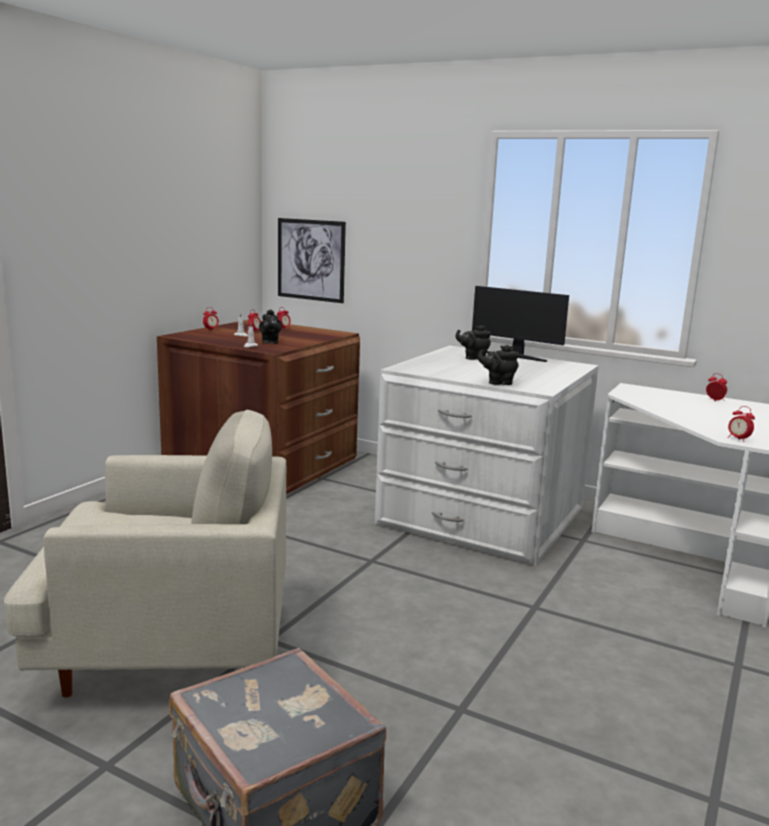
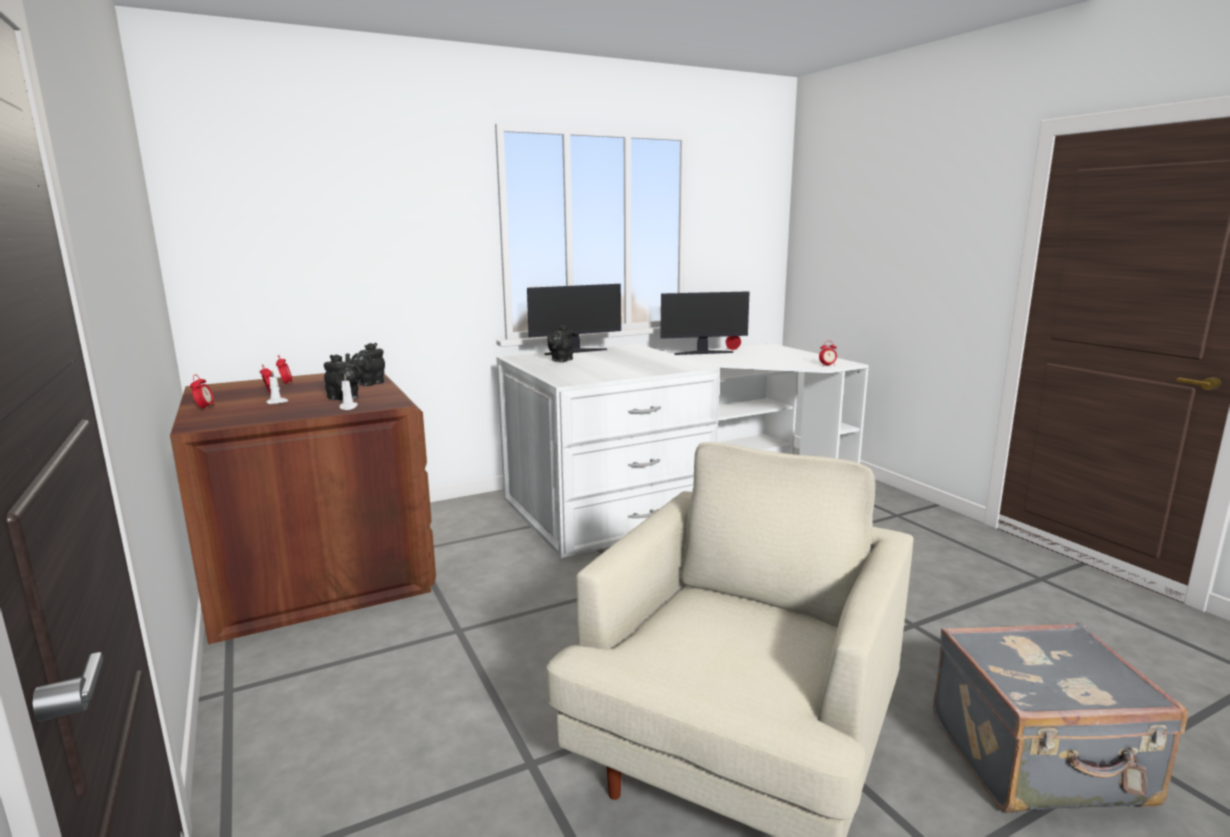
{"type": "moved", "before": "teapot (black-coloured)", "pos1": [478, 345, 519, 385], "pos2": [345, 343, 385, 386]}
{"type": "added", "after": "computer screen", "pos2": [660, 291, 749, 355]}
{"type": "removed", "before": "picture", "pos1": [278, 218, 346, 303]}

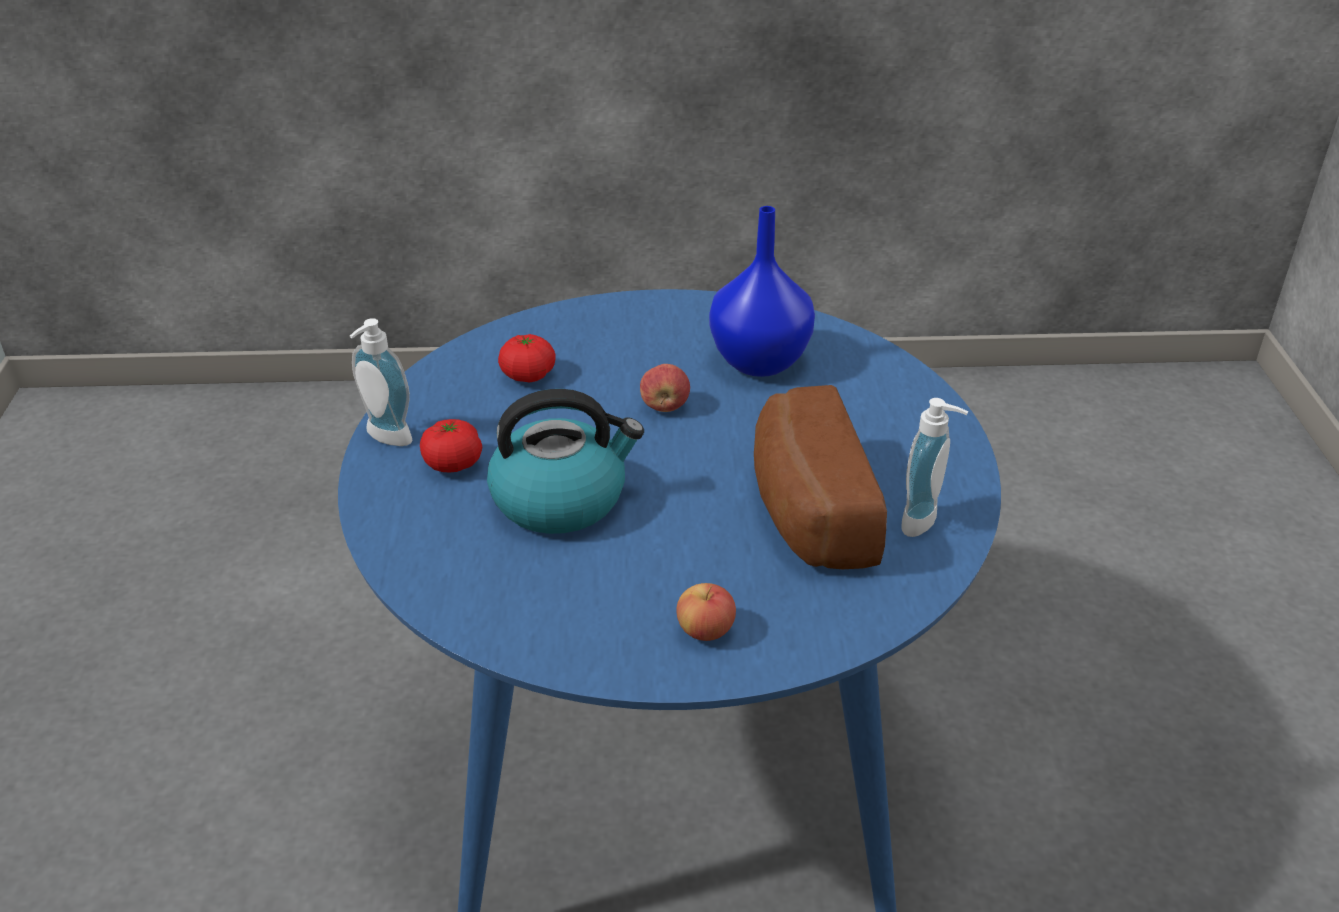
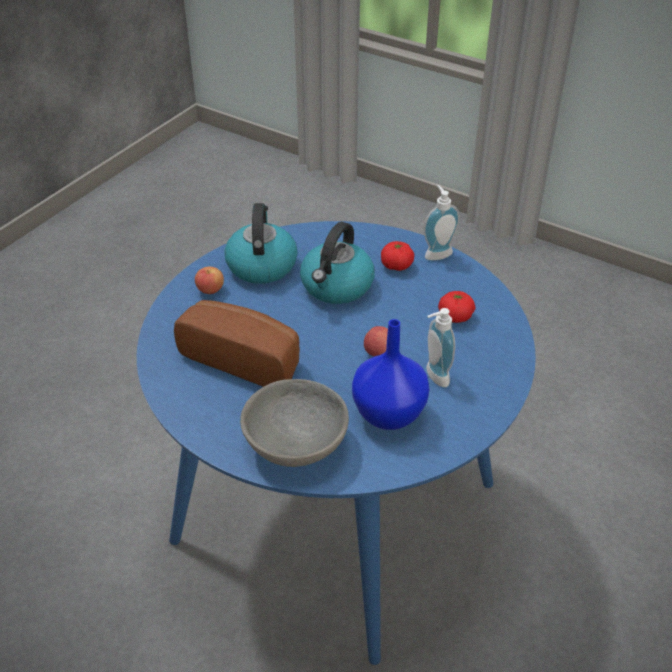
{"type": "added", "after": "water kettle", "pos2": [225, 203, 298, 284]}
{"type": "added", "after": "bowl (gray)", "pos2": [240, 379, 349, 467]}
{"type": "moved", "before": "soap bottle", "pos1": [901, 398, 968, 537], "pos2": [426, 308, 455, 387]}

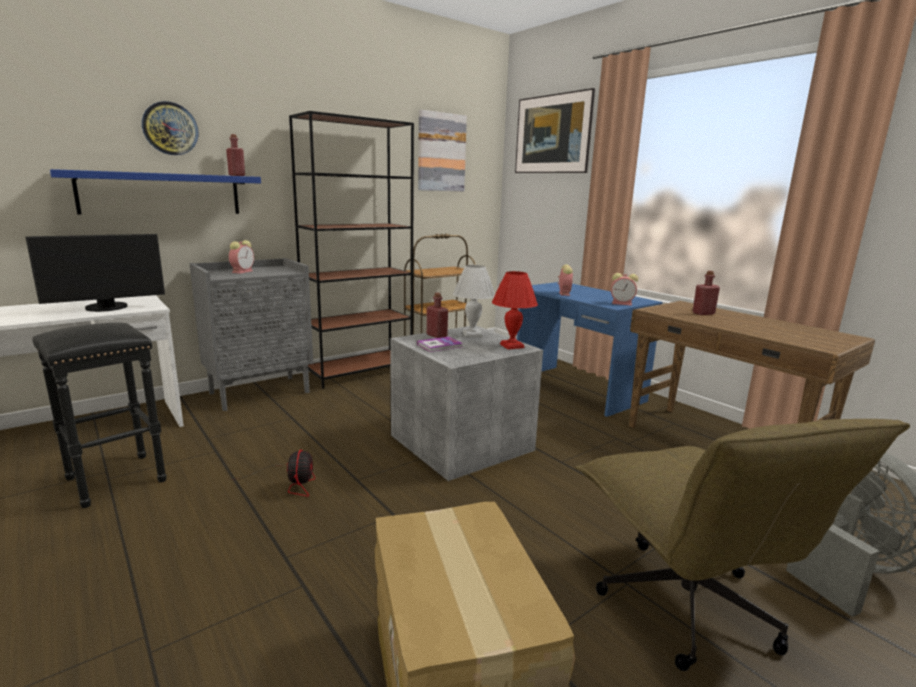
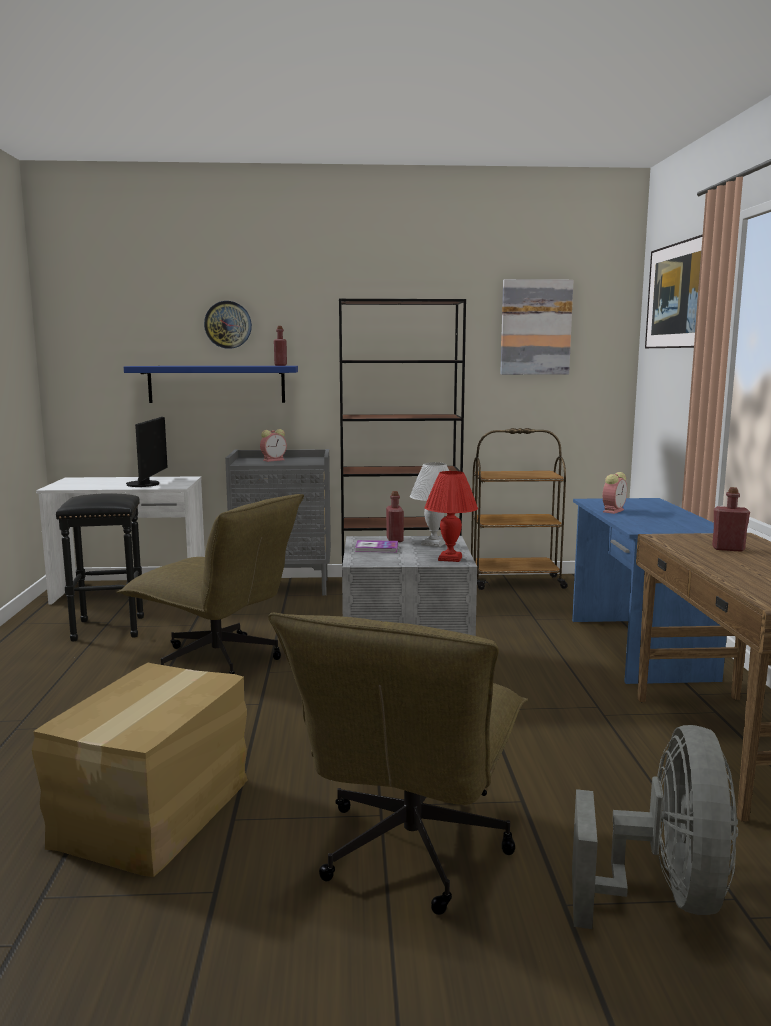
{"type": "replaced", "before": "fan", "after": "office chair (sand-coloured)", "pos1": [238, 450, 315, 497], "pos2": [116, 494, 304, 674]}
{"type": "turned", "before": "computer screen", "pos1": [25, 234, 165, 312], "pos2": [126, 417, 168, 487], "turn": -90}
{"type": "removed", "before": "bedside clock", "pos1": [611, 273, 638, 306]}

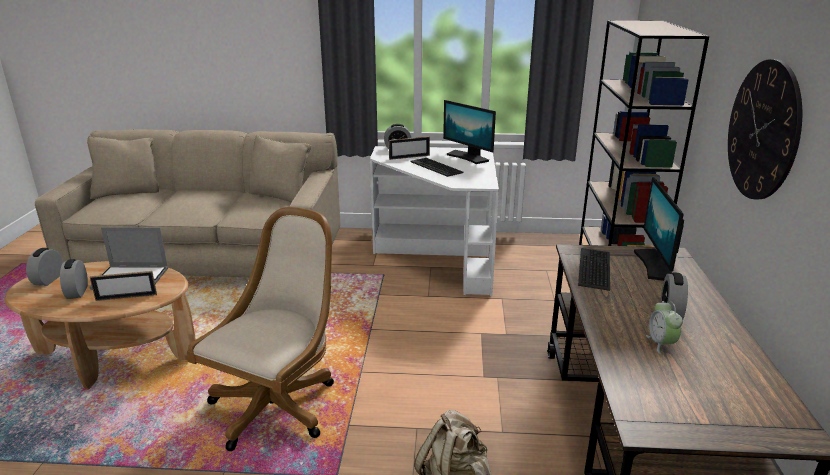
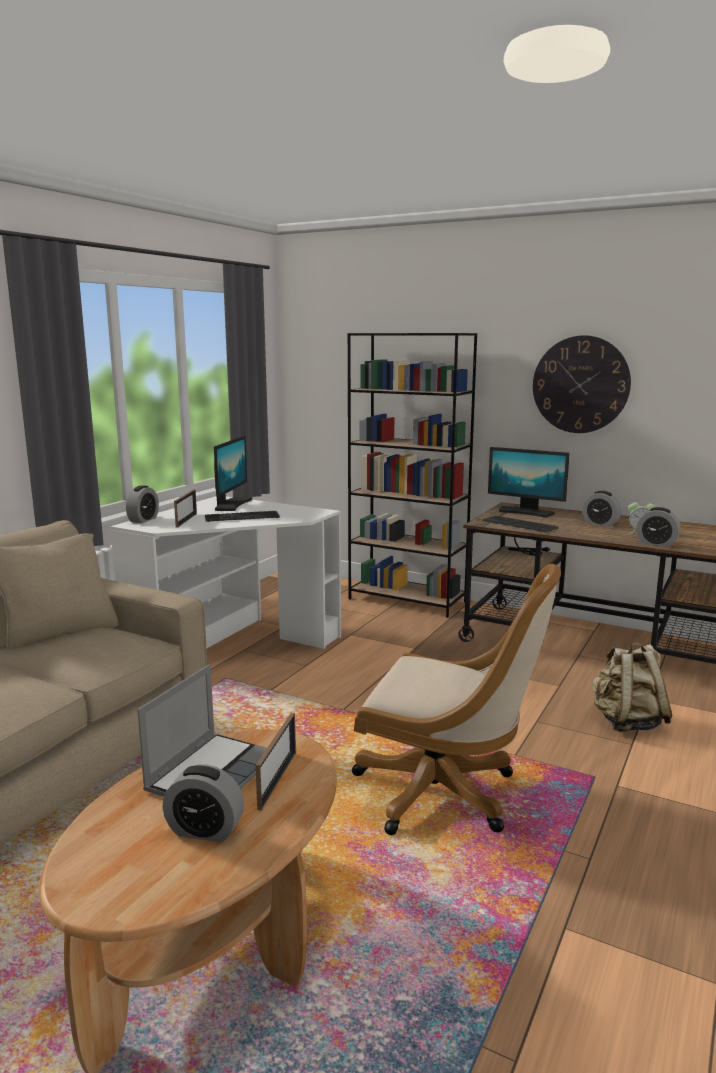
{"type": "turned", "before": "computer screen", "pos1": [443, 100, 496, 164], "pos2": [214, 435, 252, 511], "turn": -60}
{"type": "turned", "before": "office chair", "pos1": [187, 207, 334, 451], "pos2": [352, 564, 561, 835], "turn": 150}
{"type": "moved", "before": "bedside clock", "pos1": [26, 248, 63, 286], "pos2": [636, 507, 681, 547]}

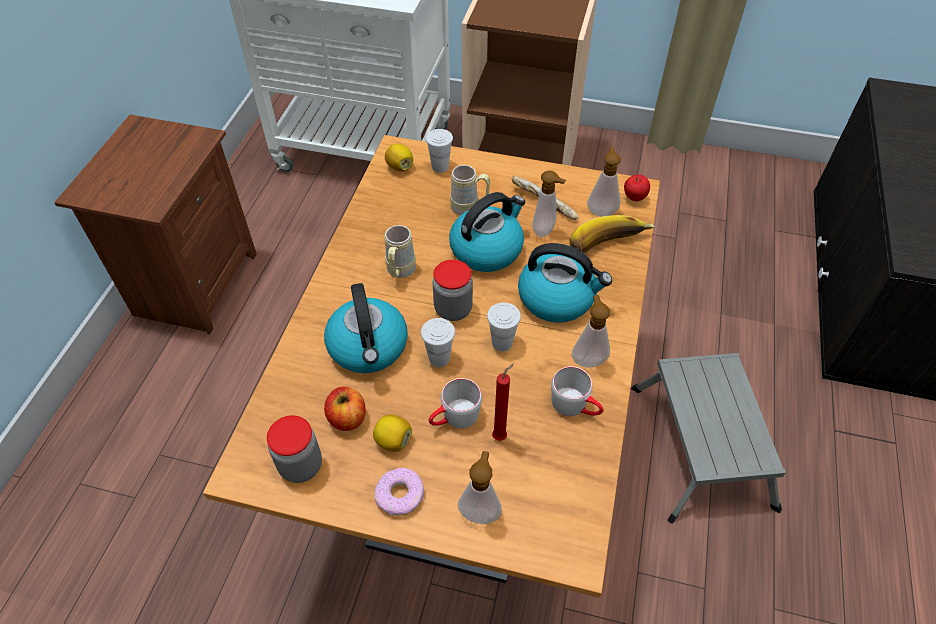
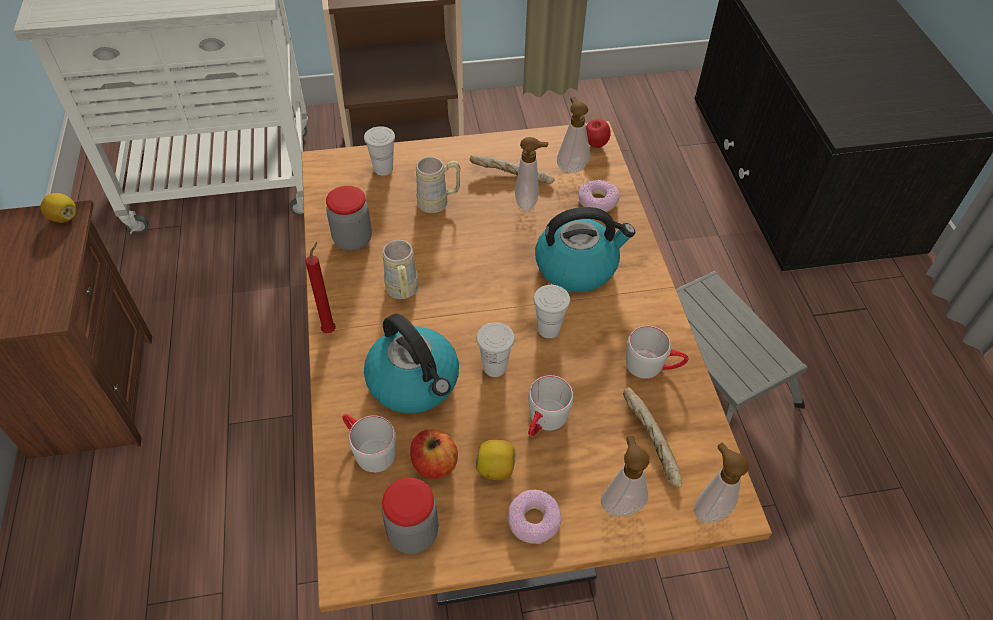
{"type": "moved", "before": "lemon", "pos1": [385, 144, 413, 172], "pos2": [40, 193, 76, 223]}
{"type": "moved", "before": "candle (red)", "pos1": [492, 363, 514, 441], "pos2": [305, 242, 336, 333]}
{"type": "moved", "before": "jar", "pos1": [433, 260, 473, 321], "pos2": [326, 186, 372, 251]}
{"type": "added", "after": "coffee mug (gray)", "pos2": [342, 414, 396, 473]}
{"type": "replaced", "before": "banana", "after": "doughnut", "pos1": [569, 215, 655, 254], "pos2": [578, 180, 620, 212]}
{"type": "added", "after": "bread", "pos2": [623, 387, 682, 487]}
{"type": "moved", "before": "soap bottle", "pos1": [572, 295, 610, 367], "pos2": [694, 443, 749, 523]}
{"type": "removed", "before": "water kettle", "pos1": [449, 192, 525, 272]}

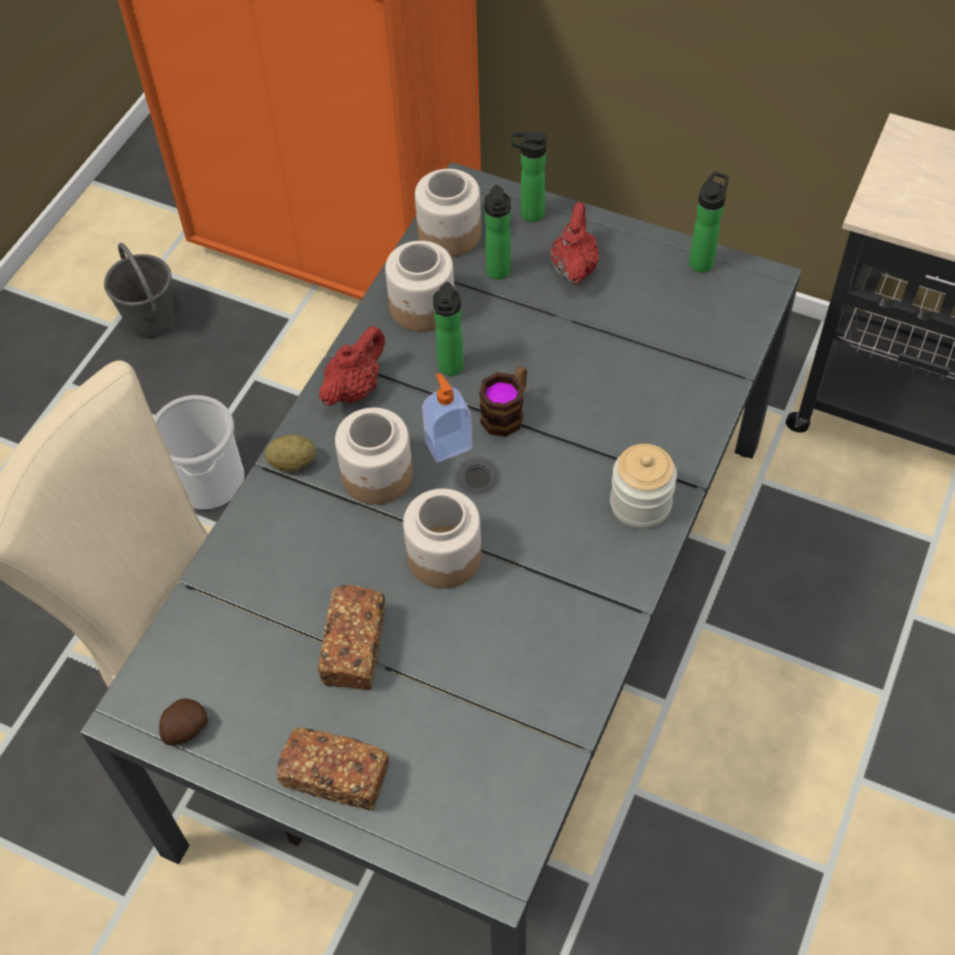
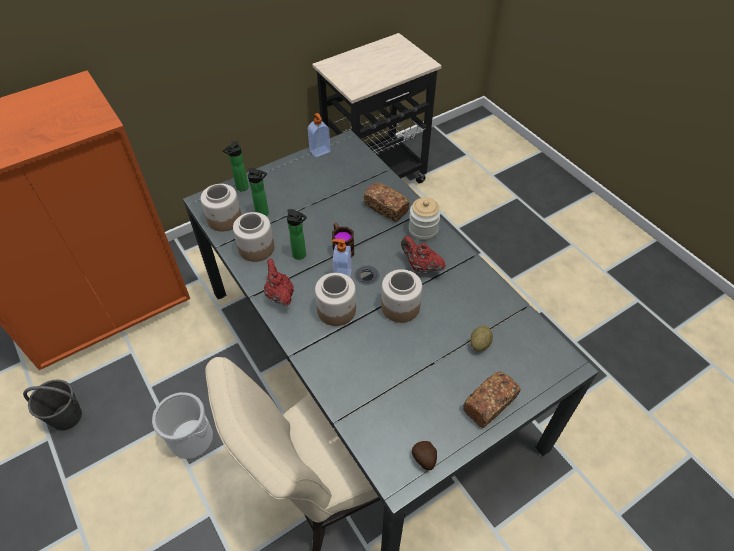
{"type": "replaced", "before": "drink bottle", "after": "soap bottle", "pos1": [689, 172, 729, 273], "pos2": [308, 113, 330, 158]}
{"type": "moved", "before": "bread", "pos1": [318, 585, 385, 690], "pos2": [364, 182, 410, 222]}
{"type": "moved", "before": "teapot (red)", "pos1": [550, 202, 599, 284], "pos2": [401, 236, 446, 274]}
{"type": "moved", "before": "potato", "pos1": [265, 435, 316, 472], "pos2": [470, 326, 493, 352]}

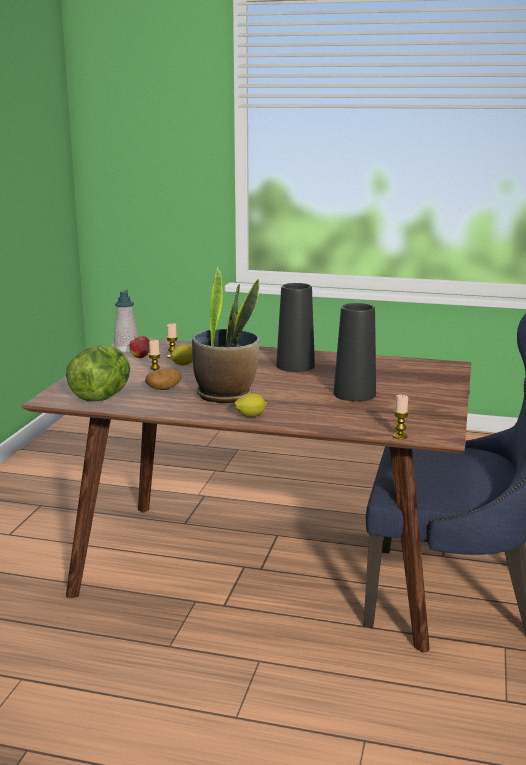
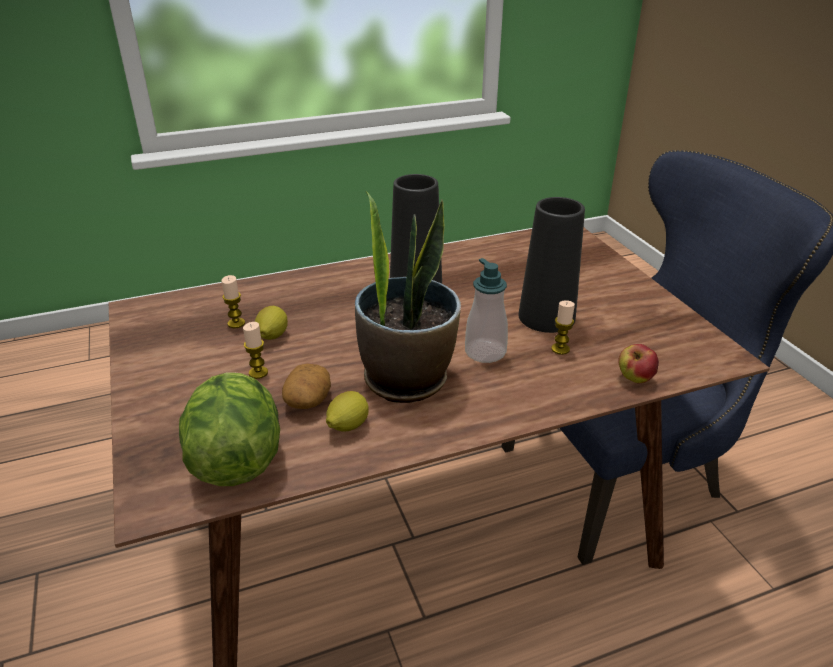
{"type": "moved", "before": "lemon", "pos1": [234, 393, 267, 417], "pos2": [326, 391, 369, 432]}
{"type": "moved", "before": "soap bottle", "pos1": [114, 290, 139, 352], "pos2": [465, 258, 508, 363]}
{"type": "moved", "before": "candle", "pos1": [393, 395, 409, 439], "pos2": [551, 300, 575, 355]}
{"type": "moved", "before": "whole apple", "pos1": [129, 336, 150, 358], "pos2": [618, 344, 659, 383]}

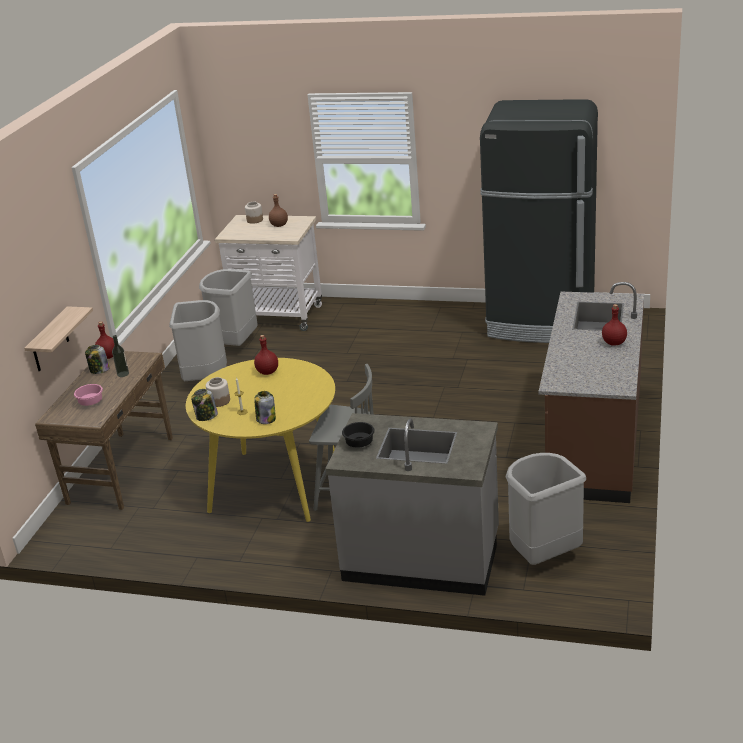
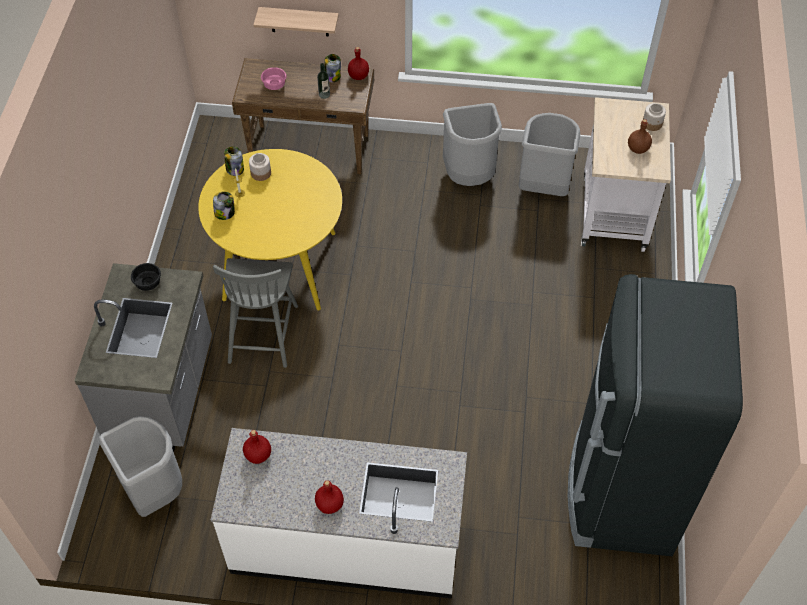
{"type": "recoloured", "before": "kitchen base unit (brown-coloured)", "after": "kitchen base unit (whitish)", "pos1": [539, 282, 644, 503], "pos2": [211, 428, 467, 599]}
{"type": "moved", "before": "drink bottle (red)", "pos1": [254, 335, 278, 375], "pos2": [243, 430, 271, 464]}

